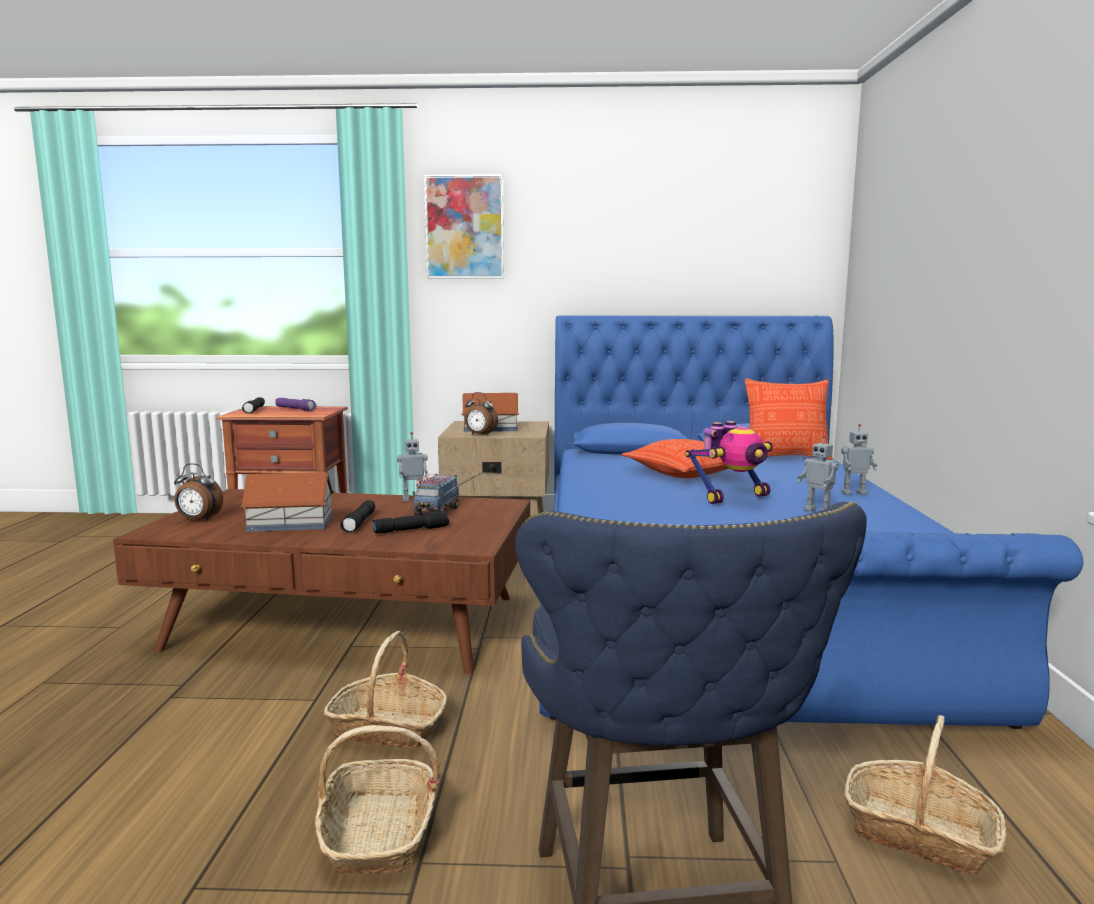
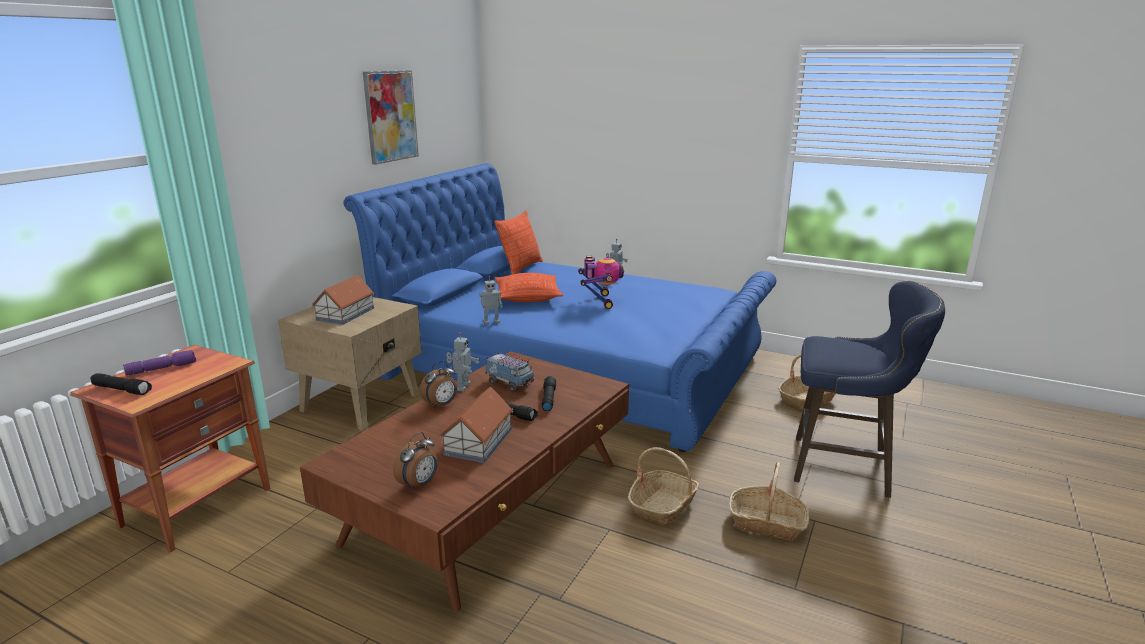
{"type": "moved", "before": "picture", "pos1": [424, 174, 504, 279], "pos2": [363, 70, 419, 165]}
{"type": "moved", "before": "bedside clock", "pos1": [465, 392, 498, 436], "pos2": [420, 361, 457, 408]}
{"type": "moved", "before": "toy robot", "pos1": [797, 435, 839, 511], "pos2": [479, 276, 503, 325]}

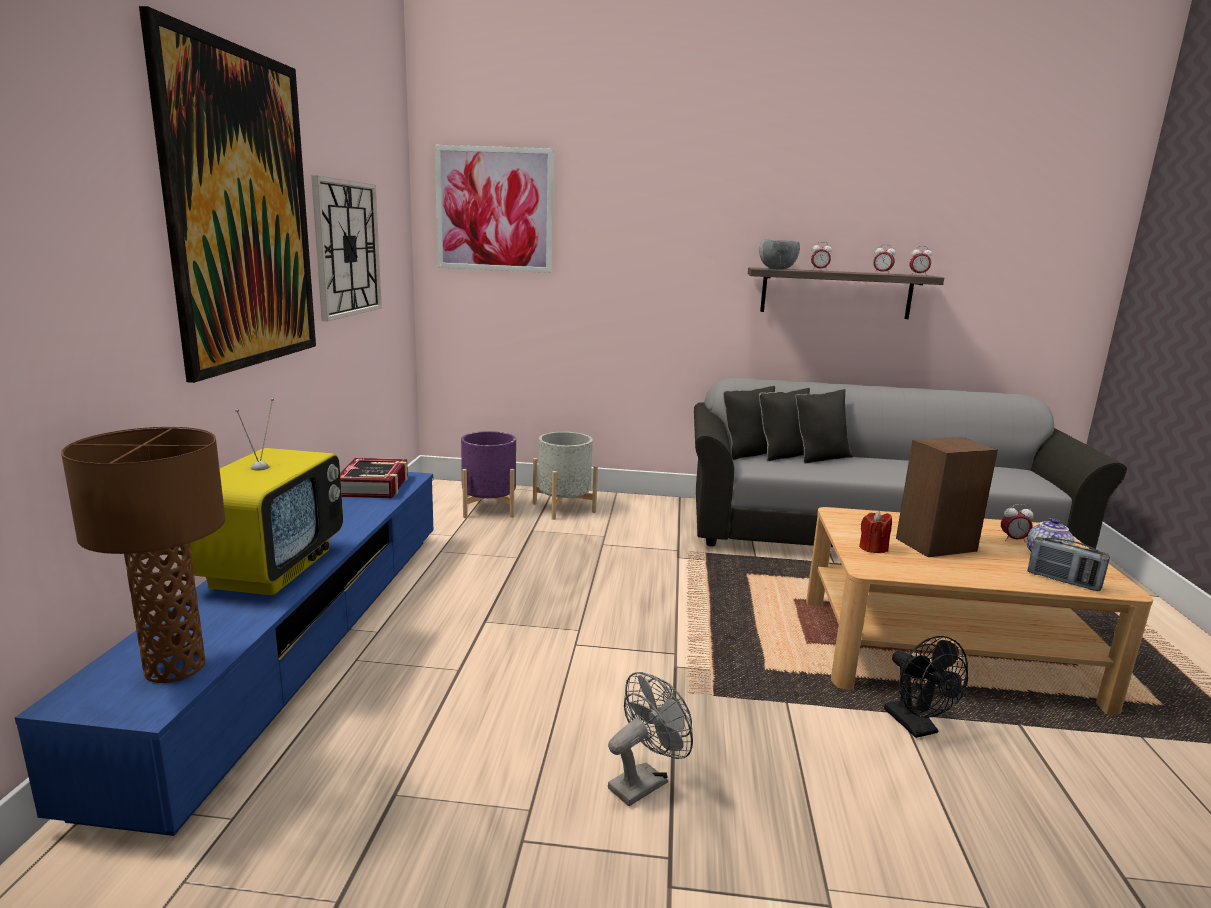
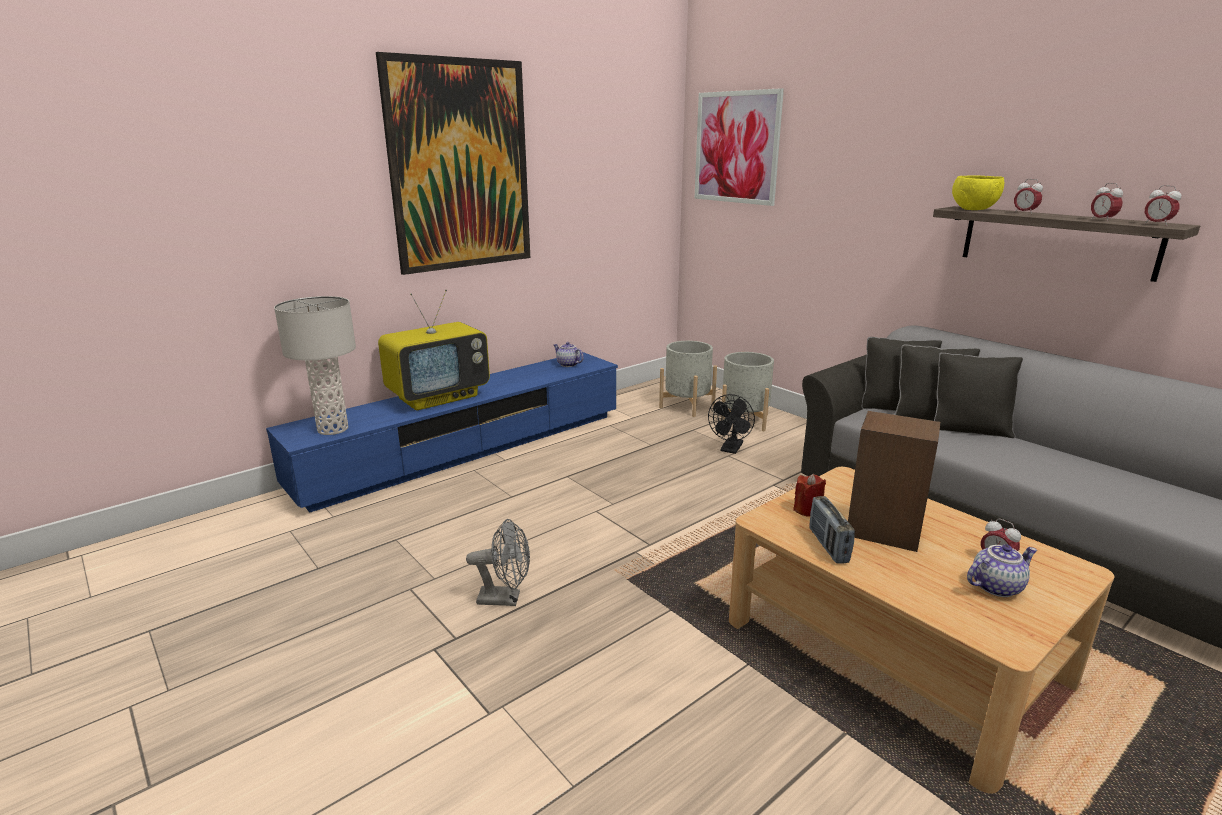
{"type": "recoloured", "before": "table lamp (brown-coloured)", "after": "table lamp (whitish)", "pos1": [61, 427, 225, 683], "pos2": [274, 296, 356, 435]}
{"type": "replaced", "before": "volume", "after": "teapot", "pos1": [340, 458, 408, 498], "pos2": [554, 342, 584, 367]}
{"type": "recoloured", "before": "plant pot (purplish)", "after": "plant pot (gray)", "pos1": [461, 431, 516, 518], "pos2": [659, 341, 717, 417]}
{"type": "moved", "before": "fan (black-coloured)", "pos1": [884, 636, 968, 738], "pos2": [708, 394, 755, 454]}
{"type": "moved", "before": "radio", "pos1": [1028, 537, 1110, 591], "pos2": [809, 496, 855, 564]}
{"type": "recoloured", "before": "bowl (gray)", "after": "bowl (yellow-coloured)", "pos1": [759, 240, 800, 269], "pos2": [952, 175, 1004, 210]}
{"type": "removed", "before": "hanging clock", "pos1": [311, 175, 382, 321]}

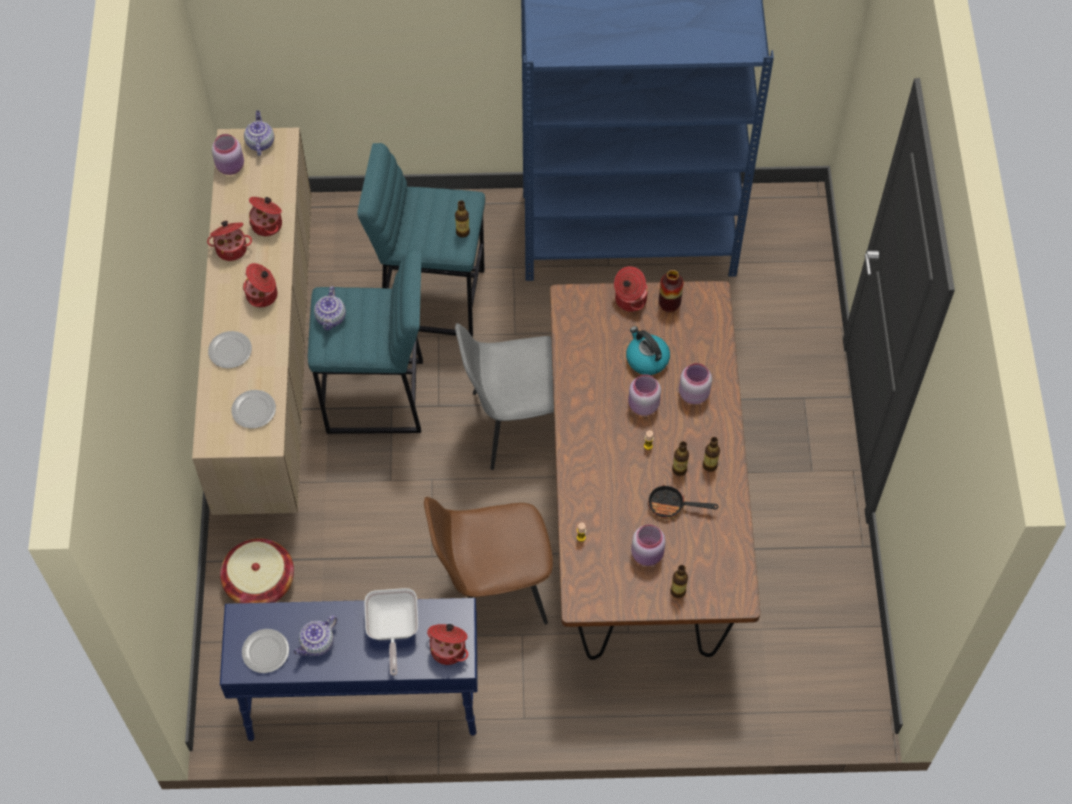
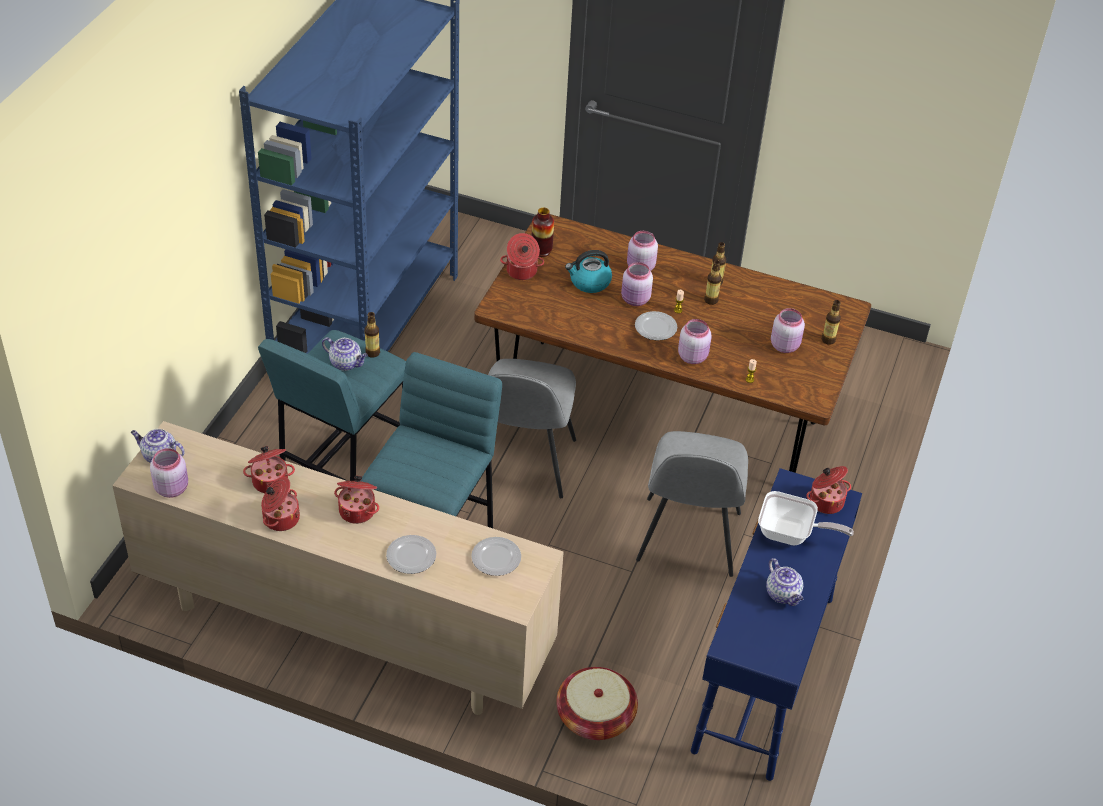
{"type": "moved", "before": "teapot", "pos1": [314, 286, 346, 331], "pos2": [322, 337, 368, 371]}
{"type": "moved", "before": "flat dish", "pos1": [242, 629, 289, 673], "pos2": [635, 311, 677, 340]}
{"type": "recoloured", "before": "plain chair (brown-coloured)", "after": "plain chair (gray)", "pos1": [424, 497, 553, 624], "pos2": [636, 431, 748, 577]}
{"type": "added", "after": "jar (pinkish)", "pos2": [678, 319, 712, 364]}
{"type": "removed", "before": "frying pan", "pos1": [648, 485, 719, 519]}

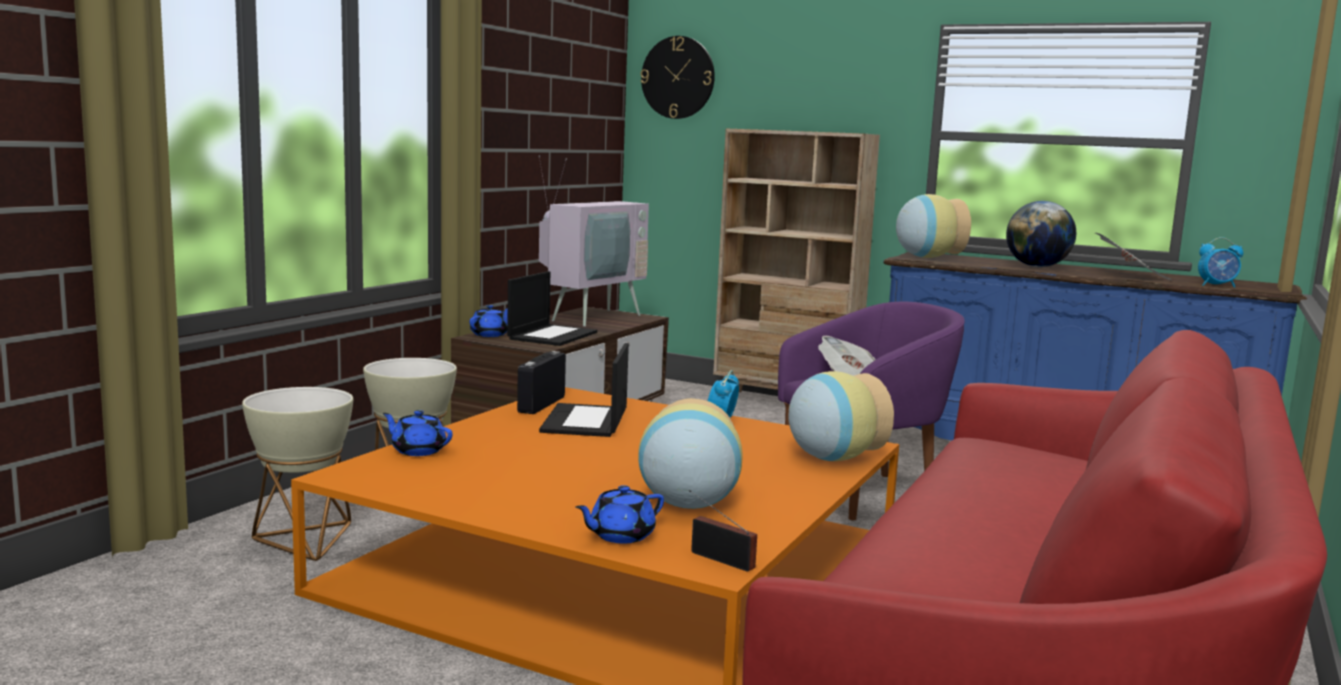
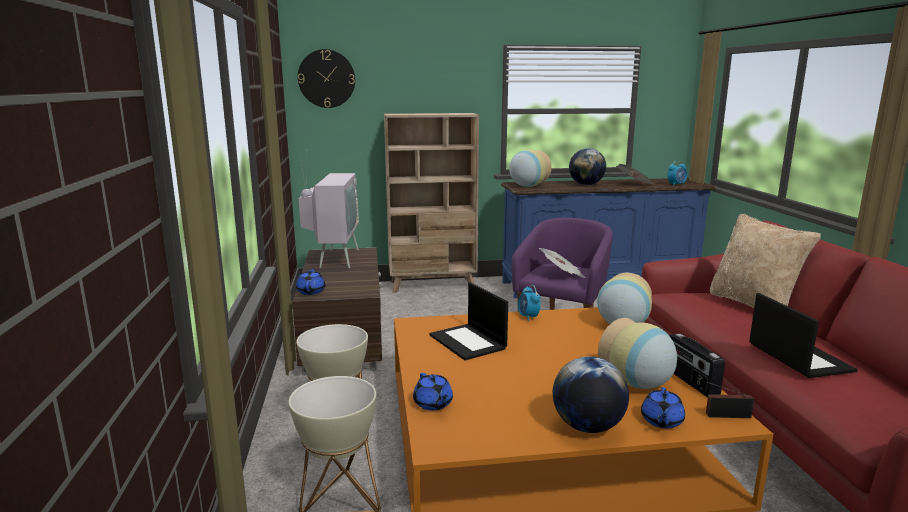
{"type": "turned", "before": "teapot (bluish)", "pos1": [383, 410, 453, 456], "pos2": [413, 373, 453, 410], "turn": -105}
{"type": "added", "after": "desk globe", "pos2": [553, 356, 629, 433]}
{"type": "moved", "before": "radio", "pos1": [517, 351, 566, 414], "pos2": [669, 333, 725, 397]}
{"type": "added", "after": "cushion (sand-coloured)", "pos2": [710, 213, 822, 308]}
{"type": "moved", "before": "laptop", "pos1": [507, 271, 597, 346], "pos2": [749, 293, 858, 378]}

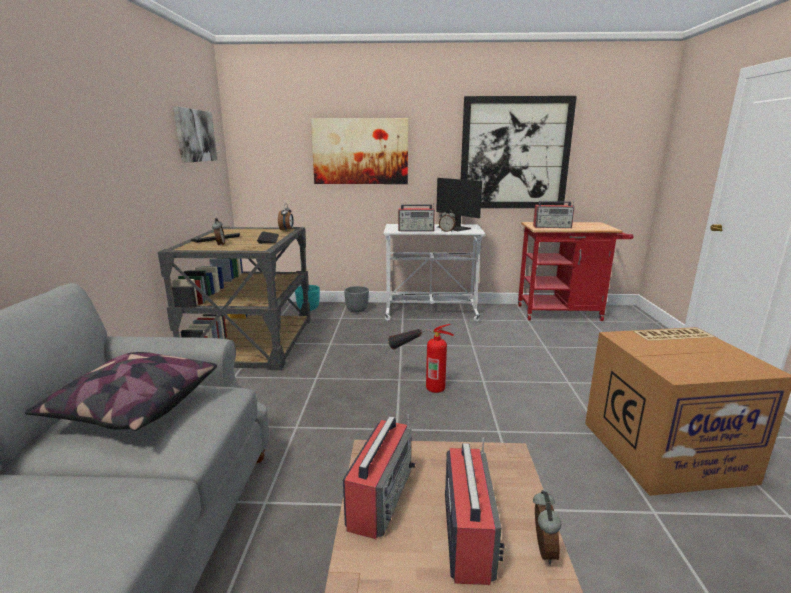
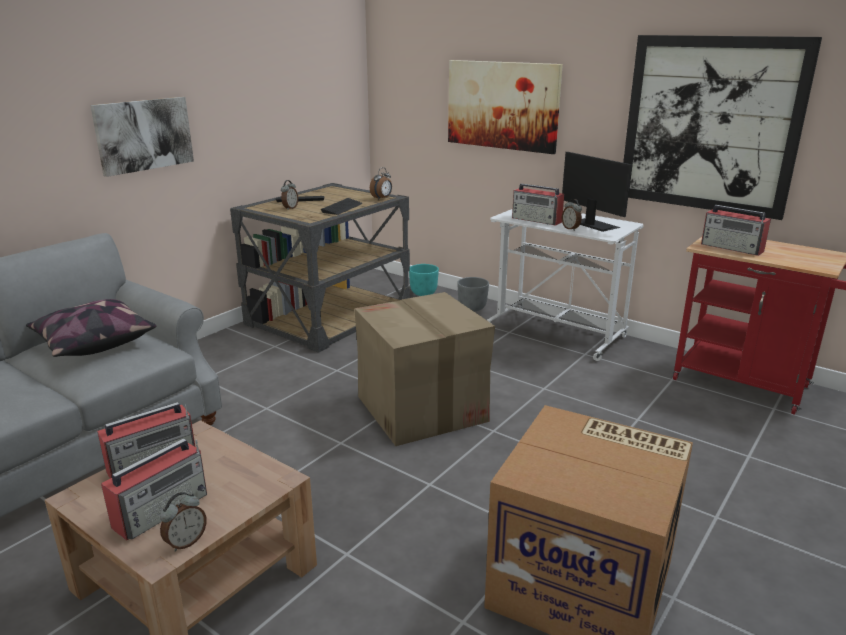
{"type": "moved", "before": "picture", "pos1": [173, 106, 217, 163], "pos2": [90, 97, 194, 177]}
{"type": "replaced", "before": "fire extinguisher", "after": "packing box", "pos1": [388, 324, 454, 393], "pos2": [354, 292, 495, 446]}
{"type": "turned", "before": "computer screen", "pos1": [436, 178, 482, 231], "pos2": [562, 152, 632, 232], "turn": 150}

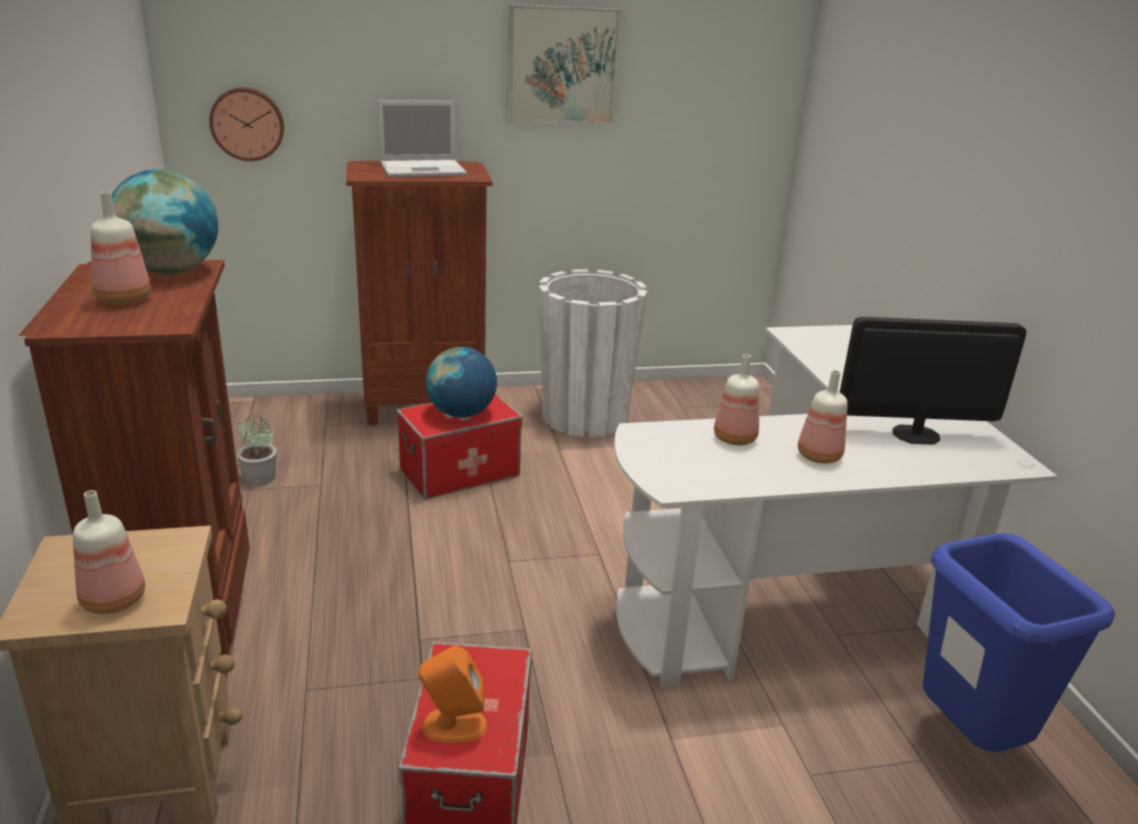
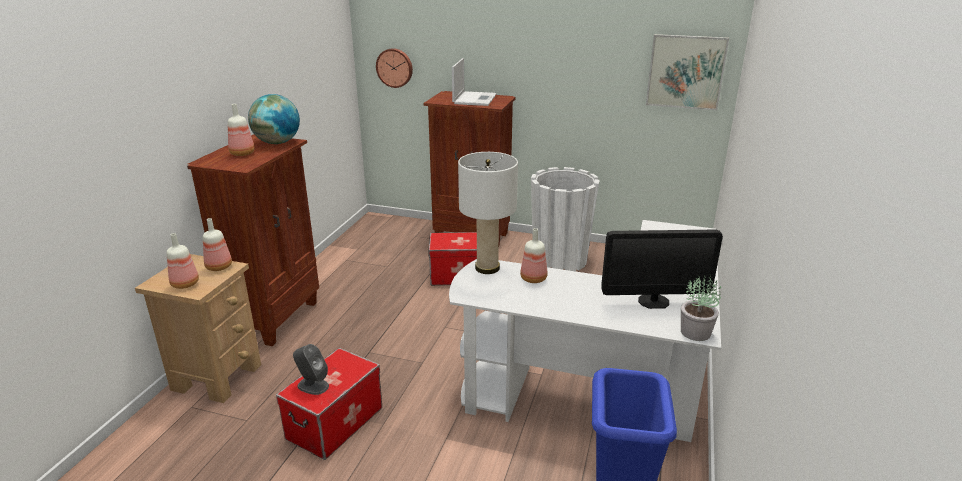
{"type": "moved", "before": "drink bottle", "pos1": [798, 370, 848, 464], "pos2": [203, 218, 232, 271]}
{"type": "recoloured", "before": "speaker (orange)", "after": "speaker (gray)", "pos1": [419, 645, 487, 743], "pos2": [293, 344, 329, 395]}
{"type": "turned", "before": "laptop", "pos1": [378, 100, 467, 177], "pos2": [452, 58, 497, 106], "turn": -90}
{"type": "added", "after": "table lamp (whitish)", "pos2": [458, 152, 518, 274]}
{"type": "turned", "before": "computer screen", "pos1": [839, 317, 1026, 445], "pos2": [601, 230, 723, 309], "turn": 150}
{"type": "moved", "before": "picture", "pos1": [507, 4, 621, 124], "pos2": [646, 34, 729, 110]}
{"type": "moved", "before": "plant in a pot", "pos1": [236, 413, 277, 486], "pos2": [681, 274, 721, 341]}
{"type": "removed", "before": "desk globe", "pos1": [426, 347, 497, 418]}

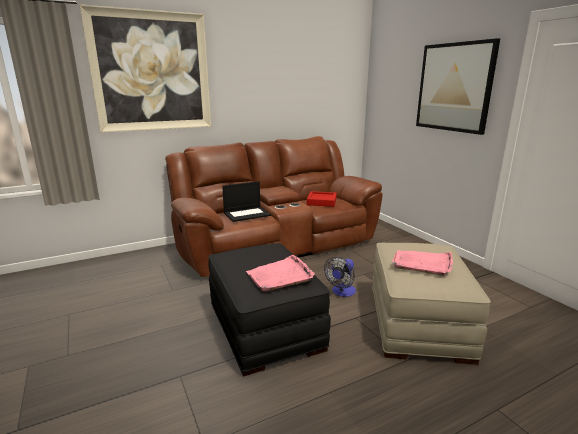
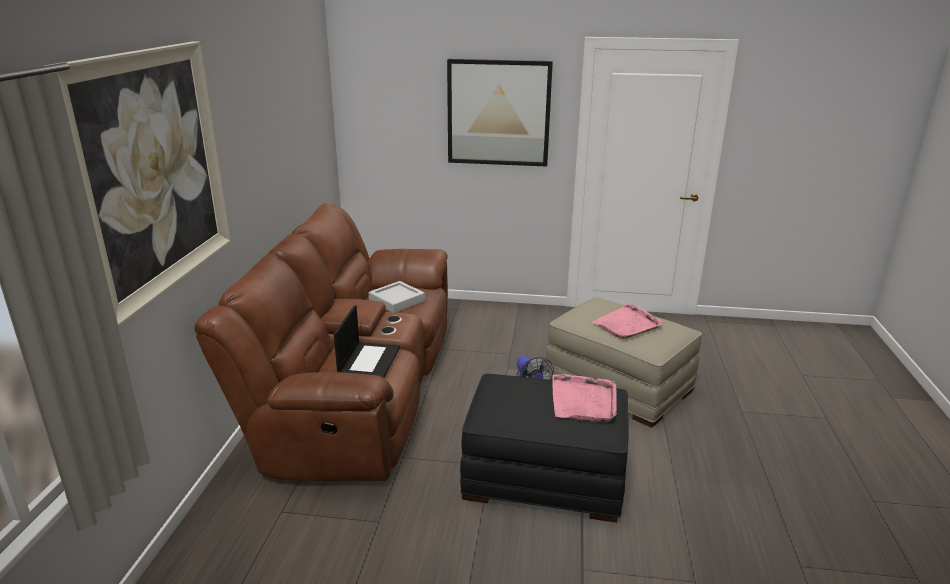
{"type": "recoloured", "before": "tray (red)", "after": "tray (gray)", "pos1": [307, 191, 337, 207], "pos2": [369, 281, 425, 313]}

